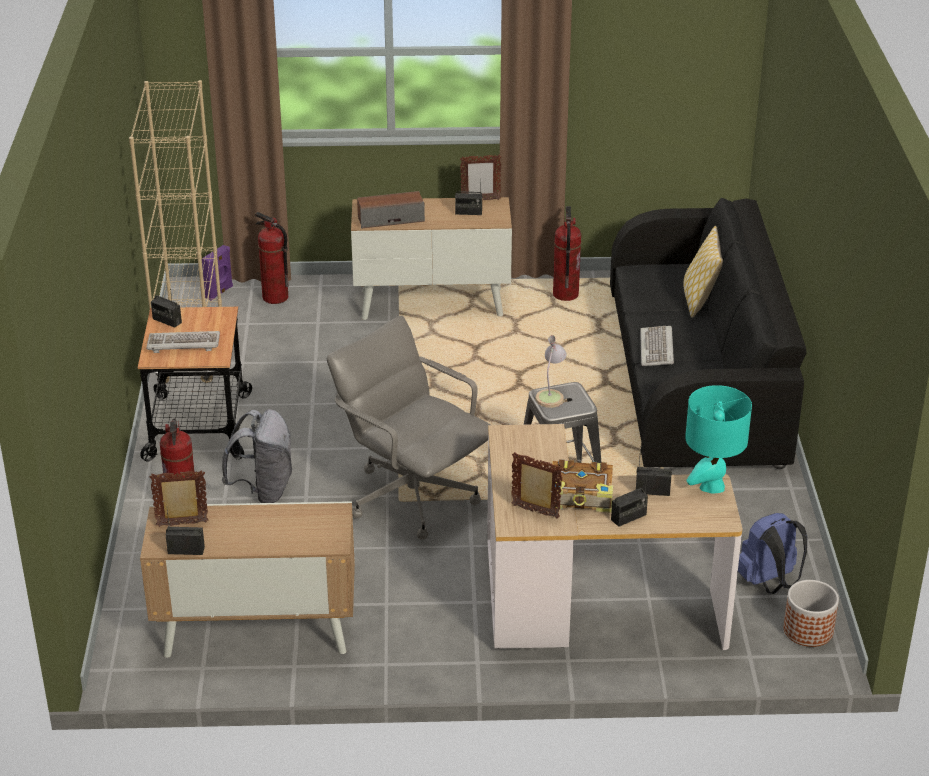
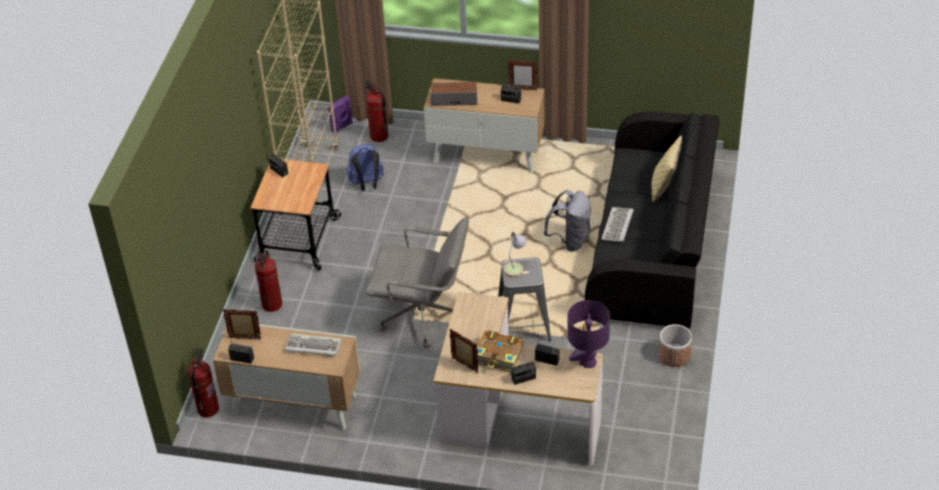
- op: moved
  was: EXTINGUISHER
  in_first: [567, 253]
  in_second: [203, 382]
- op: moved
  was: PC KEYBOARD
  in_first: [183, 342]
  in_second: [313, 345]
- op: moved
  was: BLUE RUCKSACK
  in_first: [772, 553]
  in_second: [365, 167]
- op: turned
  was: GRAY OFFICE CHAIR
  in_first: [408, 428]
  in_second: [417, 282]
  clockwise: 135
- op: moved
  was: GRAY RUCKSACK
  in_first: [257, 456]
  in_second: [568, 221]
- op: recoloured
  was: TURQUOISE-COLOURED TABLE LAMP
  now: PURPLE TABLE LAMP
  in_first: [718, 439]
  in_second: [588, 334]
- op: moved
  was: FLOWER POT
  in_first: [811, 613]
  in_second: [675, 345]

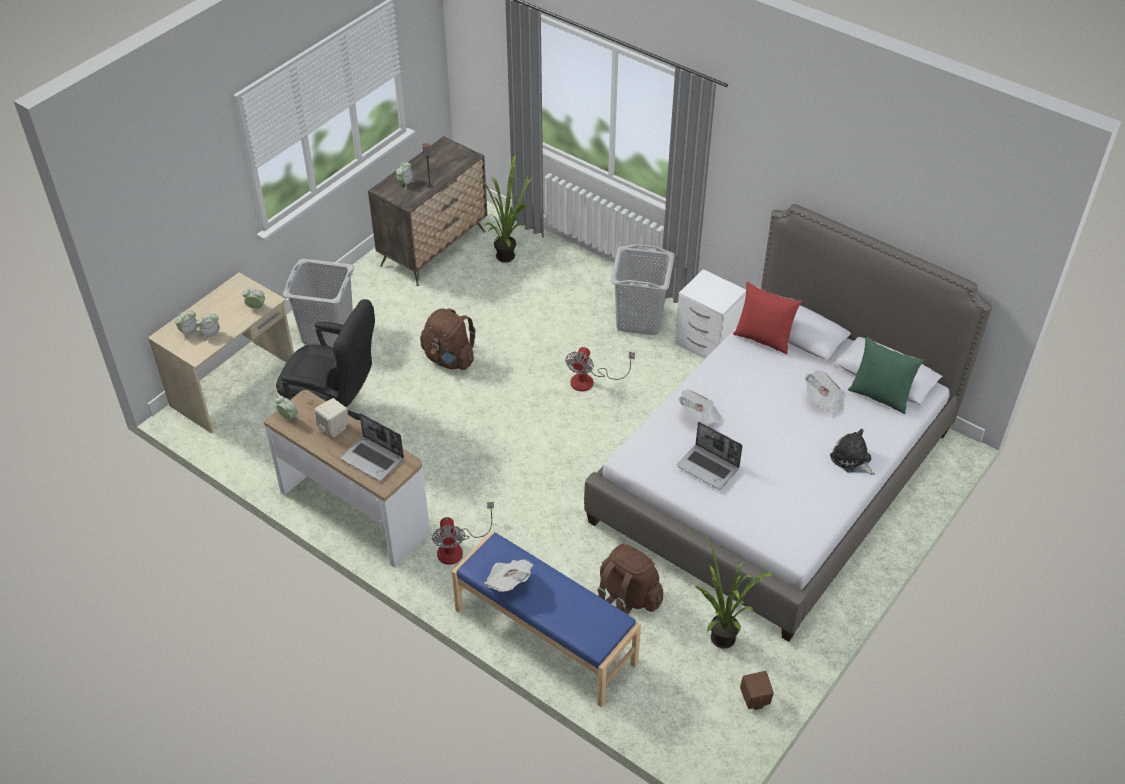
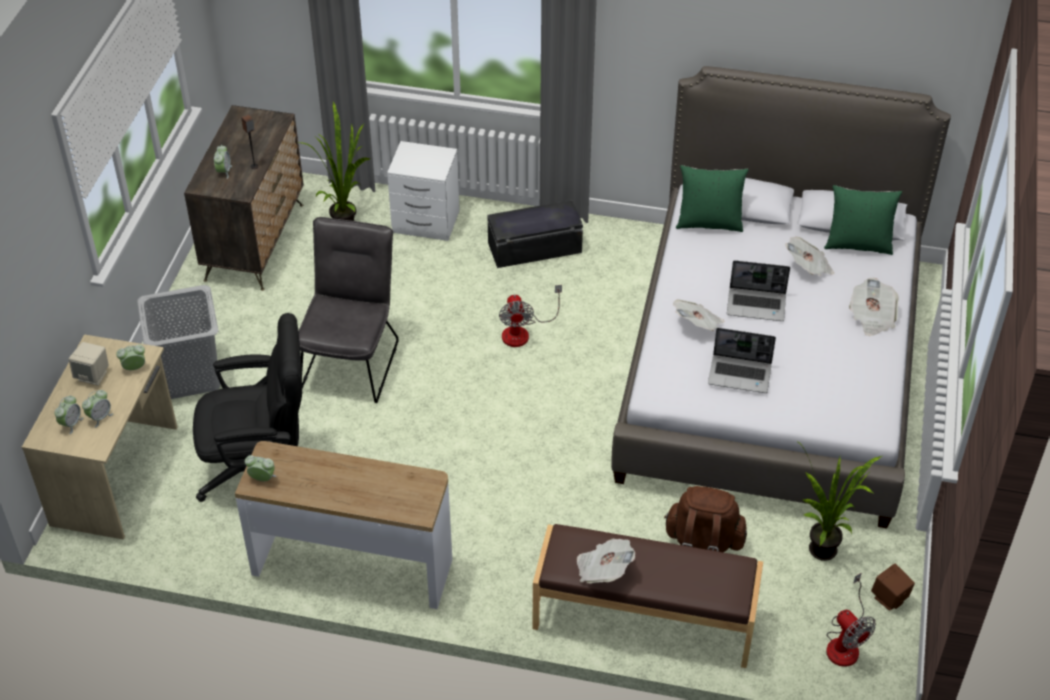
- op: moved
  was: BEIGE LOUDSPEAKER
  in_first: [331, 418]
  in_second: [89, 363]
- op: replaced
  was: BROWNISH RUCKSACK
  now: GRAY PLAIN CHAIR
  in_first: [448, 339]
  in_second: [348, 310]
- op: moved
  was: WHITE-COLOURED NIGHTSTAND
  in_first: [710, 314]
  in_second: [423, 191]
- op: replaced
  was: GRAY LAUNDRY BASKET
  now: BLACK STORAGE BIN
  in_first: [642, 289]
  in_second: [535, 234]
- op: recoloured
  was: BLUE BENCH
  now: BROWNISH BENCH
  in_first: [546, 619]
  in_second: [648, 596]
- op: recoloured
  was: RED-COLOURED CUSHION
  now: GREENISH CUSHION
  in_first: [767, 318]
  in_second: [712, 198]
- op: moved
  was: PORTABLE COMPUTER
  in_first: [372, 447]
  in_second: [758, 290]
- op: moved
  was: COOLING FAN
  in_first: [463, 533]
  in_second: [851, 620]
- op: replaced
  was: SOFT TOY
  now: PRINTED PAPER
  in_first: [852, 452]
  in_second: [874, 307]

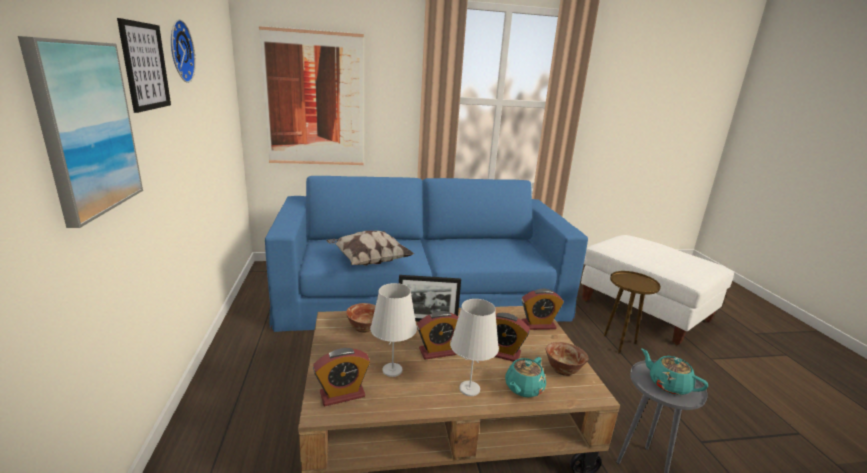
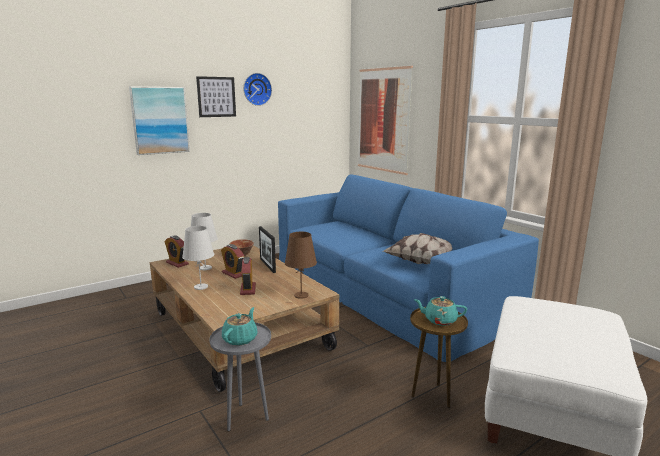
- op: replaced
  was: TABLE CLOCK
  now: BROWNISH TABLE LAMP
  in_first: [543, 309]
  in_second: [301, 265]
- op: moved
  was: CUSHION
  in_first: [370, 248]
  in_second: [417, 248]
- op: moved
  was: TURQUOISE-COLOURED POT FOR TEA
  in_first: [525, 377]
  in_second: [440, 310]
- op: removed
  was: SERVING BOWL
  in_first: [567, 359]

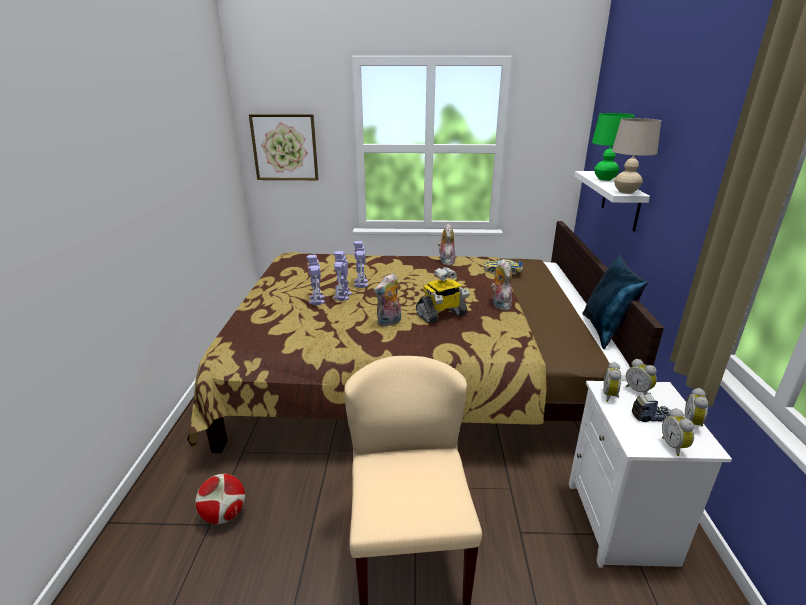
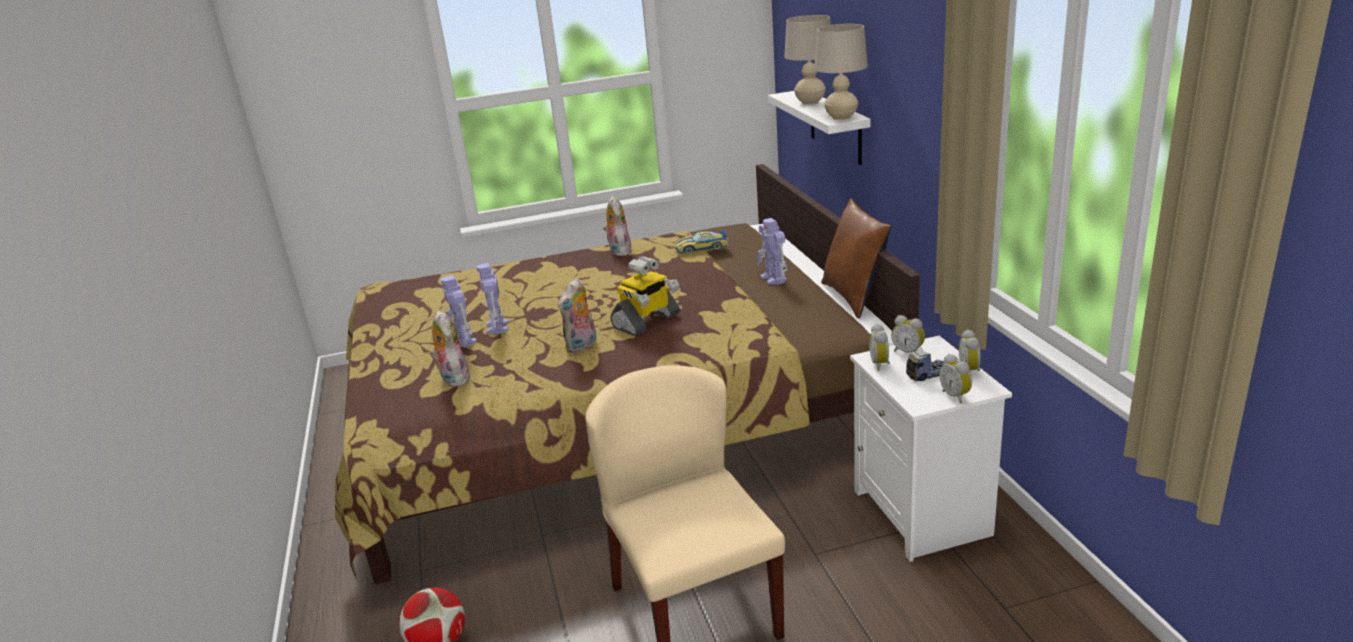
- op: moved
  was: SOFT TOY
  in_first: [501, 285]
  in_second: [451, 349]
- op: moved
  was: TOY ROBOT
  in_first: [360, 264]
  in_second: [772, 251]
- op: recoloured
  was: GREENISH TABLE LAMP
  now: BEIGE TABLE LAMP
  in_first: [613, 147]
  in_second: [807, 60]
- op: recoloured
  was: BLUE CUSHION
  now: BROWNISH CUSHION
  in_first: [615, 302]
  in_second: [856, 258]
- op: removed
  was: PICTURE
  in_first: [283, 147]

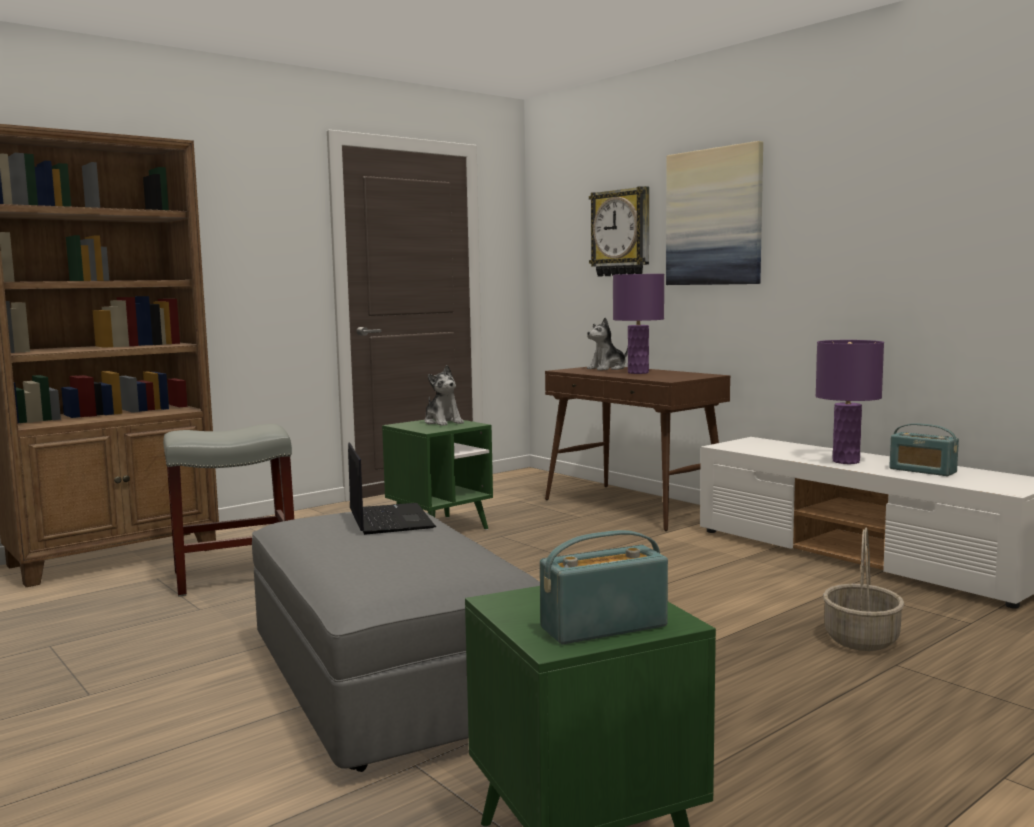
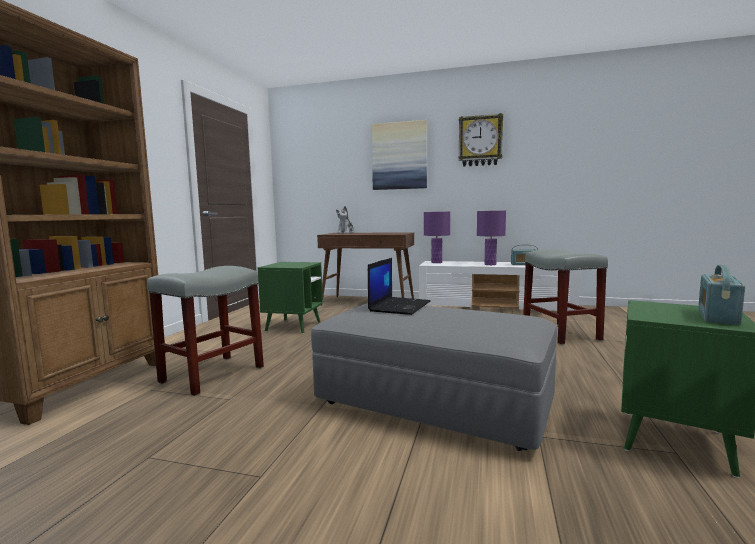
- op: turned
  was: PORTABLE COMPUTER
  in_first: [392, 488]
  in_second: [399, 286]
  clockwise: 75
- op: moved
  was: PURPLE TABLE LAMP
  in_first: [638, 324]
  in_second: [437, 237]
- op: moved
  was: CLOCK ON THE WALL
  in_first: [619, 231]
  in_second: [480, 140]
- op: replaced
  was: BASKET
  now: GRAY STOOL SEAT
  in_first: [864, 589]
  in_second: [565, 297]
- op: removed
  was: SOFT TOY
  in_first: [444, 395]

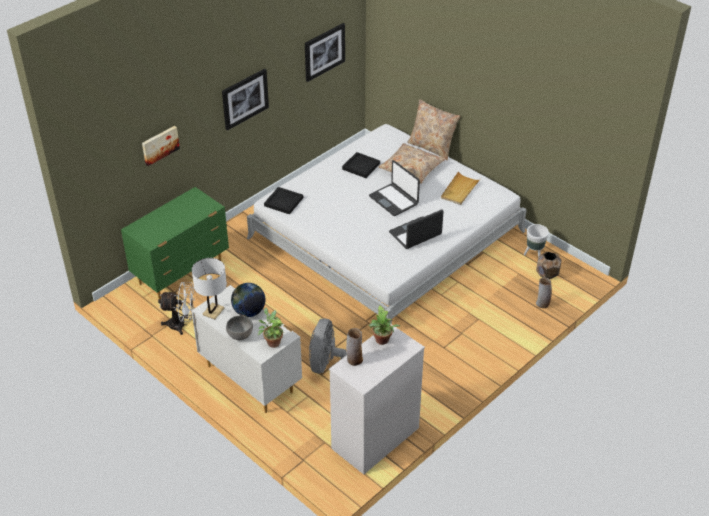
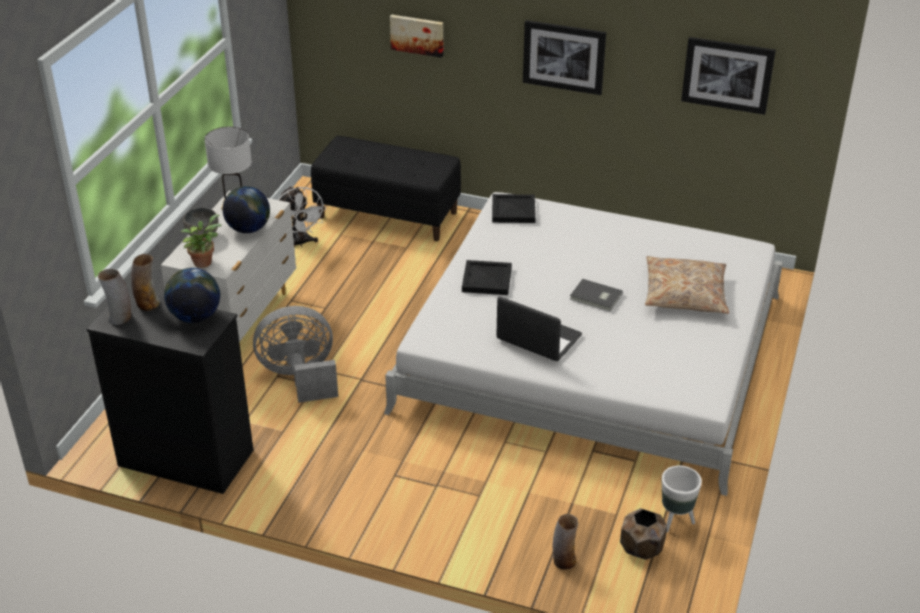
- op: recoloured
  was: WHITE-COLOURED DRESSER
  now: BLACK DRESSER
  in_first: [377, 399]
  in_second: [170, 391]
- op: added
  now: DECORATIVE VASE
  in_second: [114, 297]
- op: replaced
  was: PLANT IN A POT
  now: WORLD GLOBE
  in_first: [384, 325]
  in_second: [192, 295]
- op: replaced
  was: GREENISH DRESSER
  now: BLACK BENCH
  in_first: [175, 243]
  in_second: [386, 188]
- op: moved
  was: BLACK SERVING TRAY
  in_first: [361, 165]
  in_second: [487, 277]
- op: replaced
  was: PORTABLE COMPUTER
  now: GRAY BOUND BOOK
  in_first: [394, 188]
  in_second: [596, 295]
- op: removed
  was: BEIGE CUSHION
  in_first: [433, 129]
- op: removed
  was: BEIGE SERVING TRAY
  in_first: [460, 188]

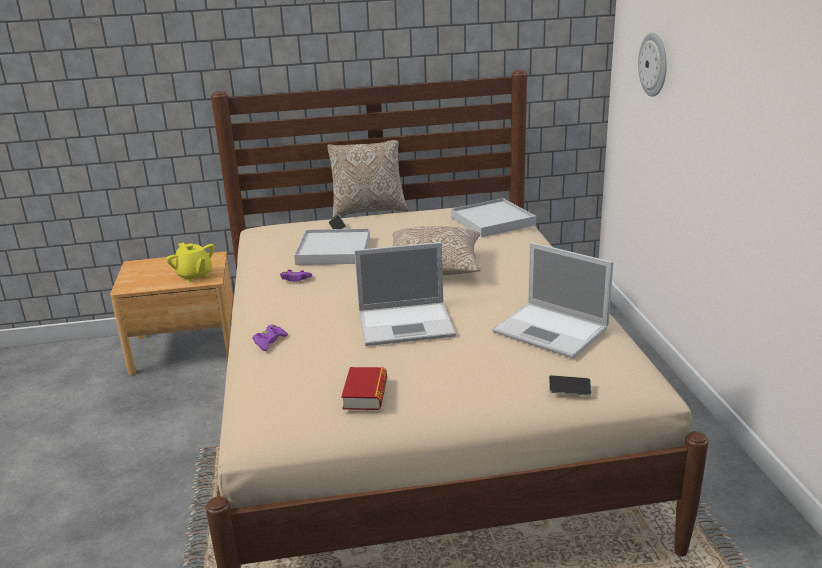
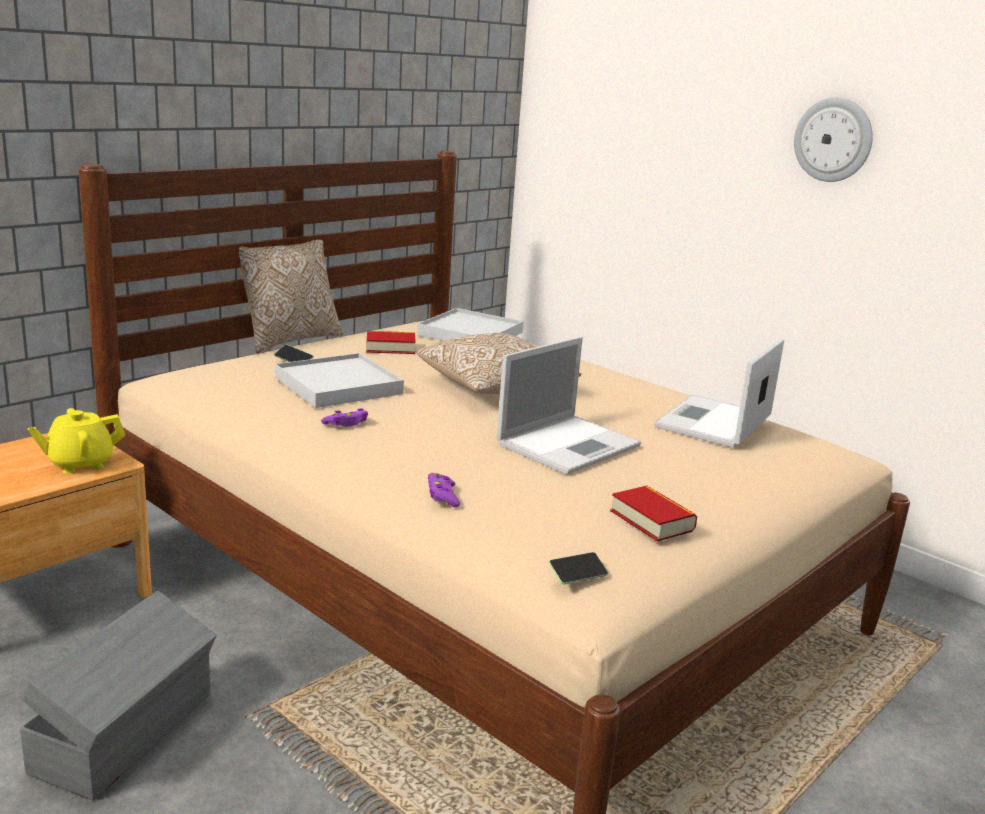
- op: added
  now: GRAY STORAGE BIN
  in_second: [118, 695]
- op: turned
  was: YELLOW POT FOR TEA
  in_first: [190, 262]
  in_second: [76, 441]
  clockwise: 135
- op: added
  now: BOUND BOOK
  in_second: [391, 342]
- op: moved
  was: HANDSET
  in_first: [570, 385]
  in_second: [578, 568]
- op: turned
  was: PORTABLE COMPUTER
  in_first: [552, 300]
  in_second: [719, 393]
  clockwise: 120
- op: moved
  was: CLOCK ON THE WALL
  in_first: [652, 64]
  in_second: [833, 139]

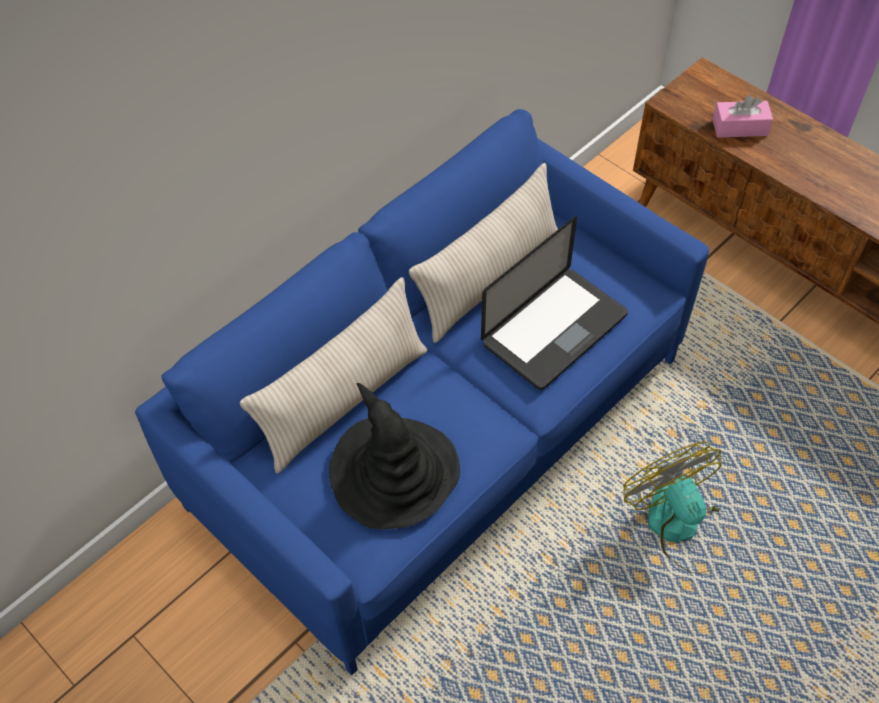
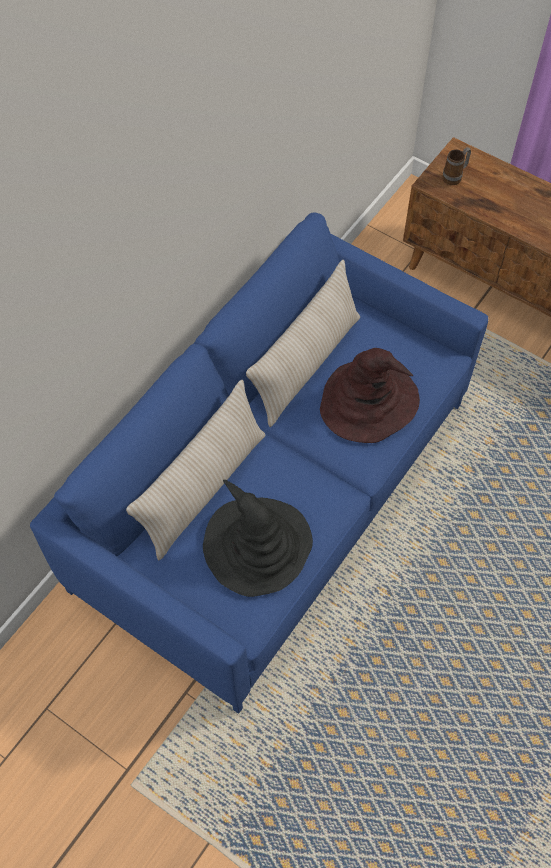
- op: replaced
  was: PORTABLE COMPUTER
  now: BROWNISH CLOTHING HAT
  in_first: [554, 303]
  in_second: [370, 395]
- op: added
  now: TEA MUG
  in_second: [456, 166]
- op: removed
  was: COOLING FAN
  in_first: [674, 507]
- op: removed
  was: PINKISH TISSUE BOX
  in_first: [742, 116]

